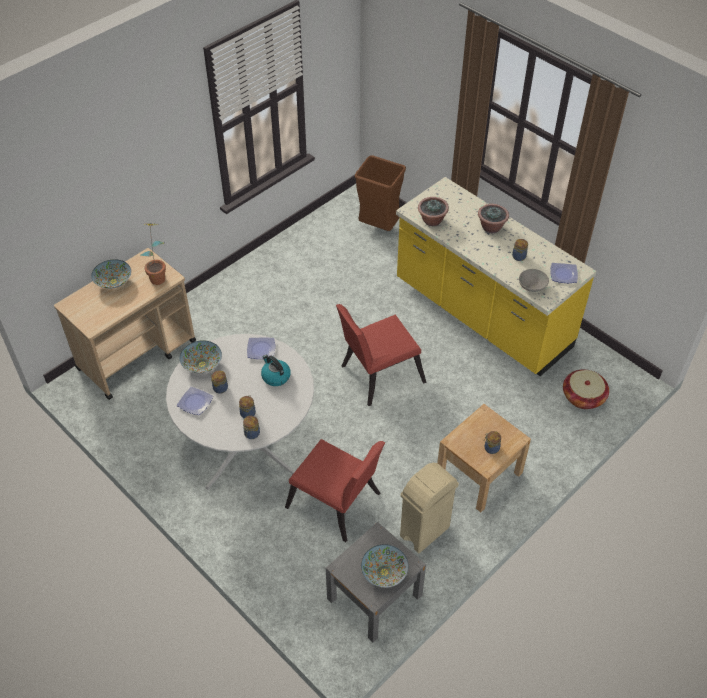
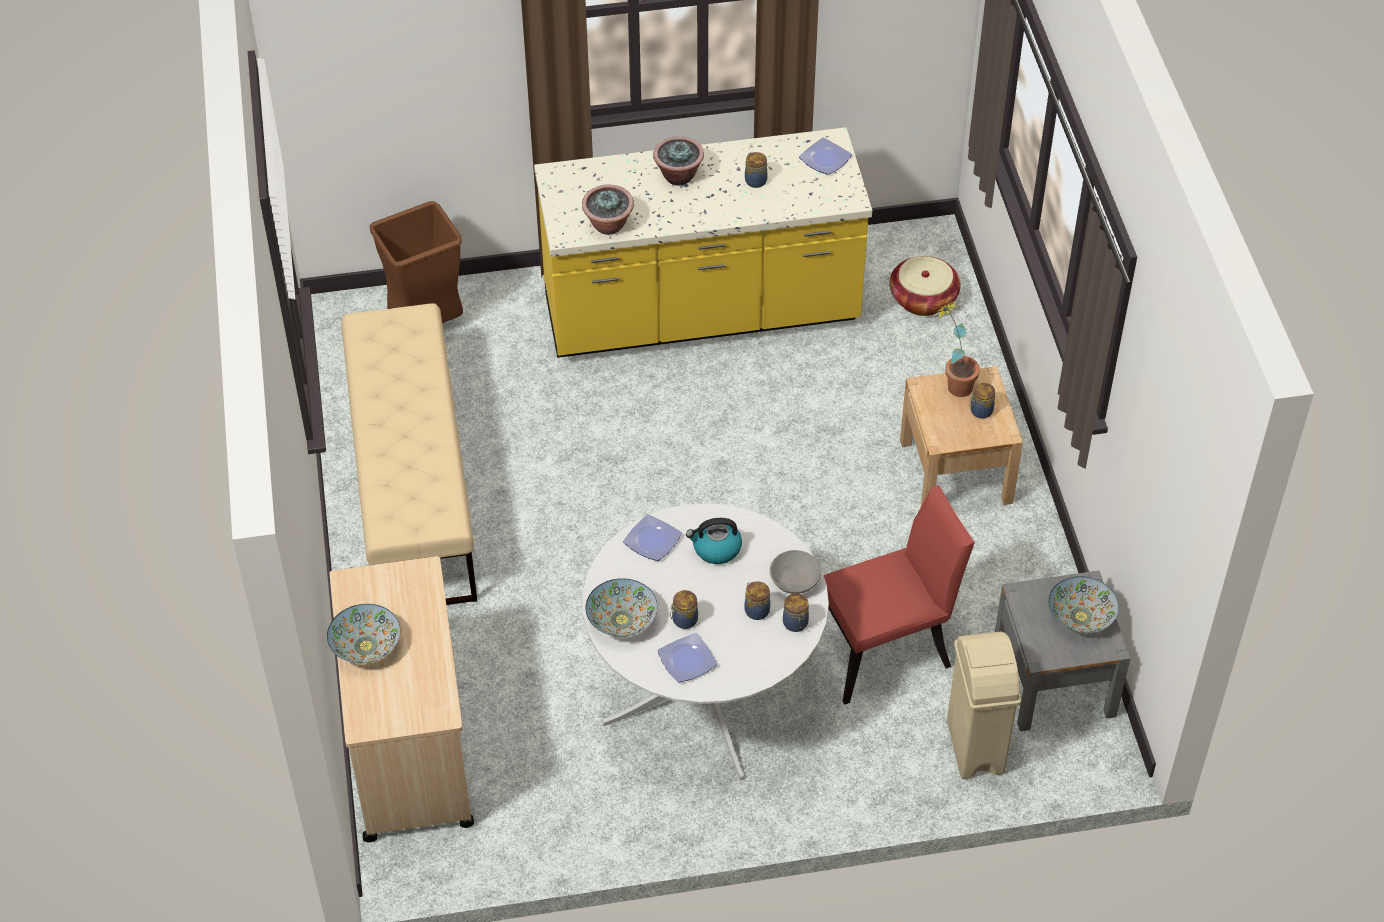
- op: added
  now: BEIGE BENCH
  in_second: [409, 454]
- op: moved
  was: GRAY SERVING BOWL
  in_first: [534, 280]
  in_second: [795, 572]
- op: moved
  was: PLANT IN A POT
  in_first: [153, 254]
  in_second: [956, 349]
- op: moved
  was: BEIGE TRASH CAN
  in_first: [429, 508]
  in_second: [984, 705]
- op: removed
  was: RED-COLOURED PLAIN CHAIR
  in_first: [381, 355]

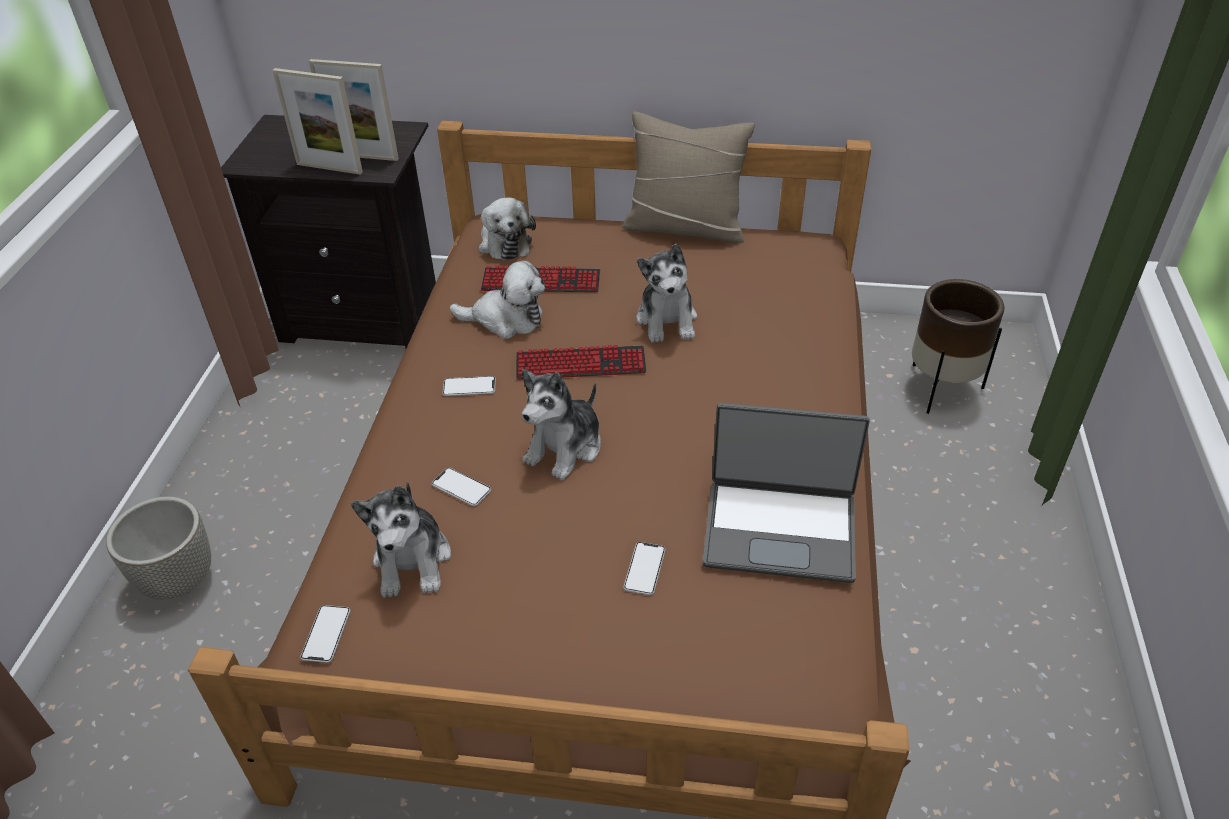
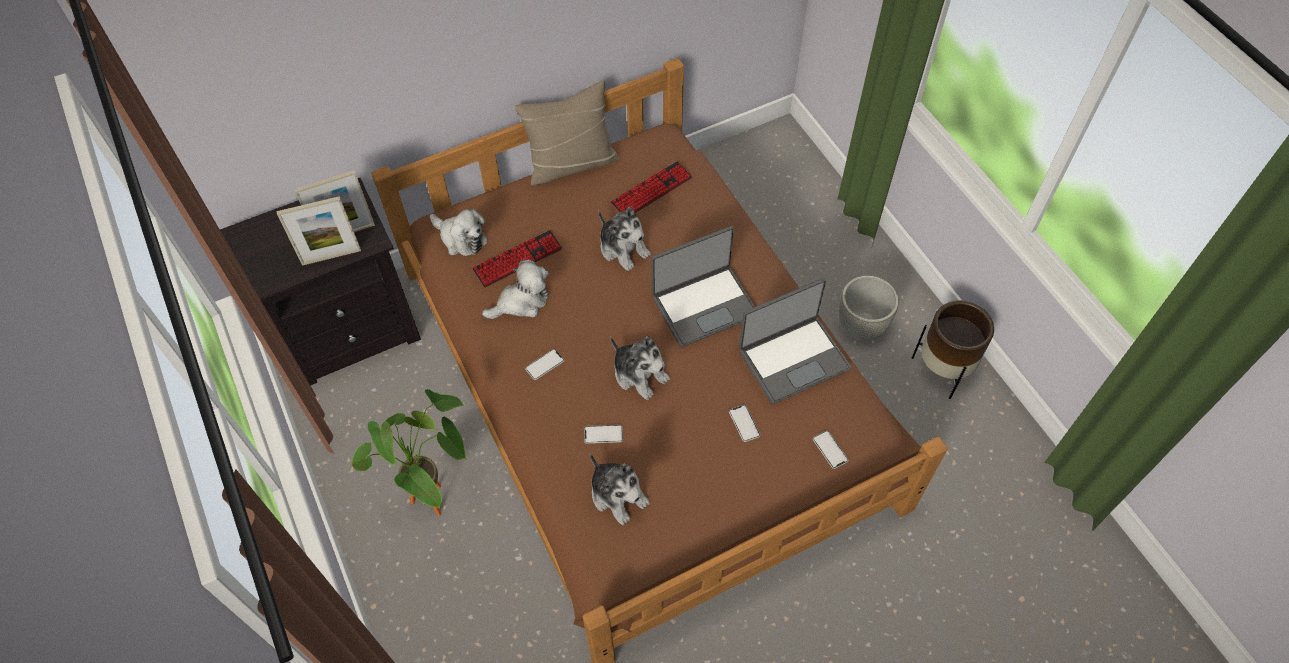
- op: added
  now: PLANT IN A POT
  in_second: [408, 452]
- op: turned
  was: SOFT TOY
  in_first: [561, 424]
  in_second: [640, 368]
  clockwise: -45
- op: moved
  was: PC KEYBOARD
  in_first: [581, 362]
  in_second: [651, 187]
- op: added
  now: PORTABLE COMPUTER
  in_second: [703, 286]
- op: moved
  was: HANDSET
  in_first: [325, 634]
  in_second: [831, 449]
- op: moved
  was: GRAY FLOWER POT
  in_first: [158, 548]
  in_second: [869, 308]
- op: moved
  was: BROWNISH FLOWER POT
  in_first: [958, 346]
  in_second: [953, 349]

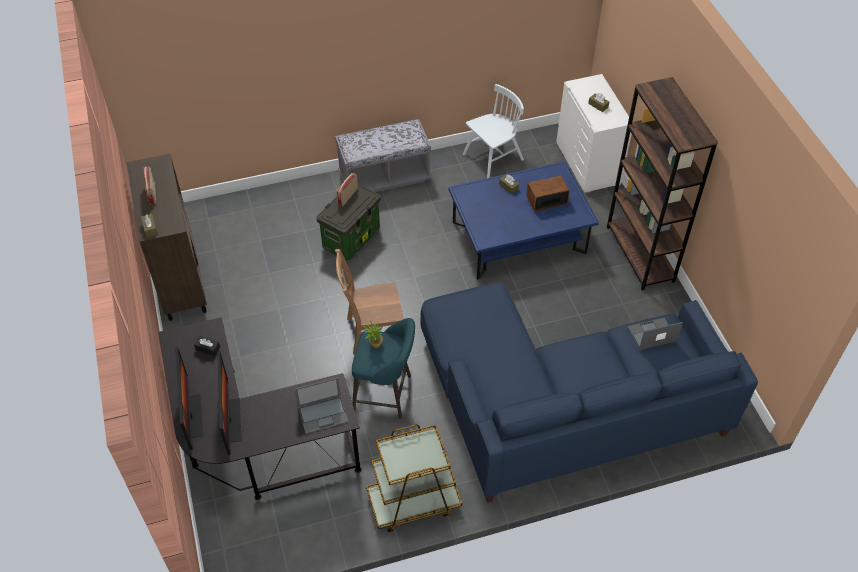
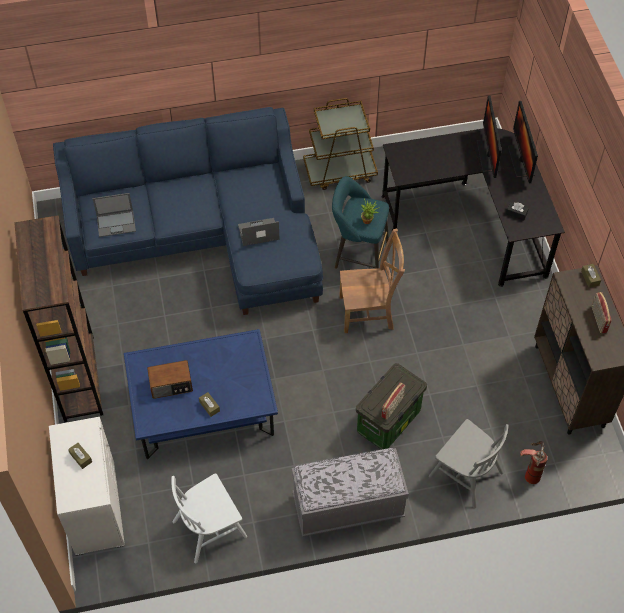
- op: moved
  was: PORTABLE COMPUTER
  in_first: [322, 405]
  in_second: [259, 232]
- op: added
  now: GRAY PLAIN CHAIR
  in_second: [469, 463]
- op: added
  now: EXTINGUISHER
  in_second: [533, 462]

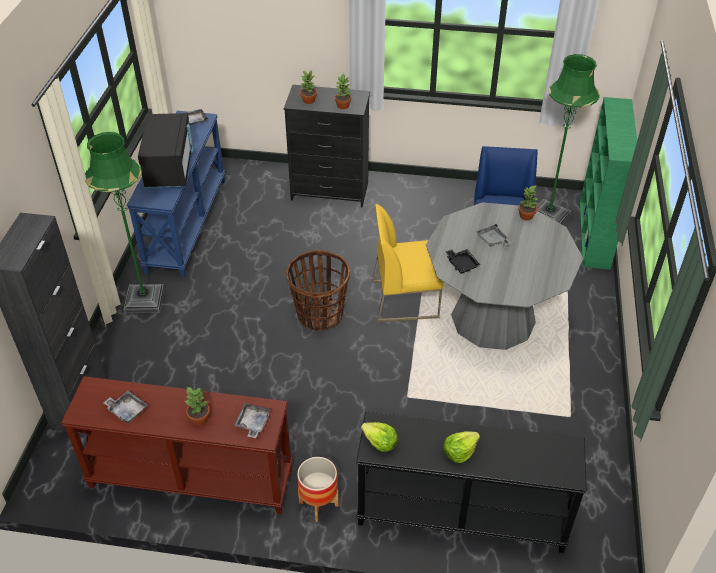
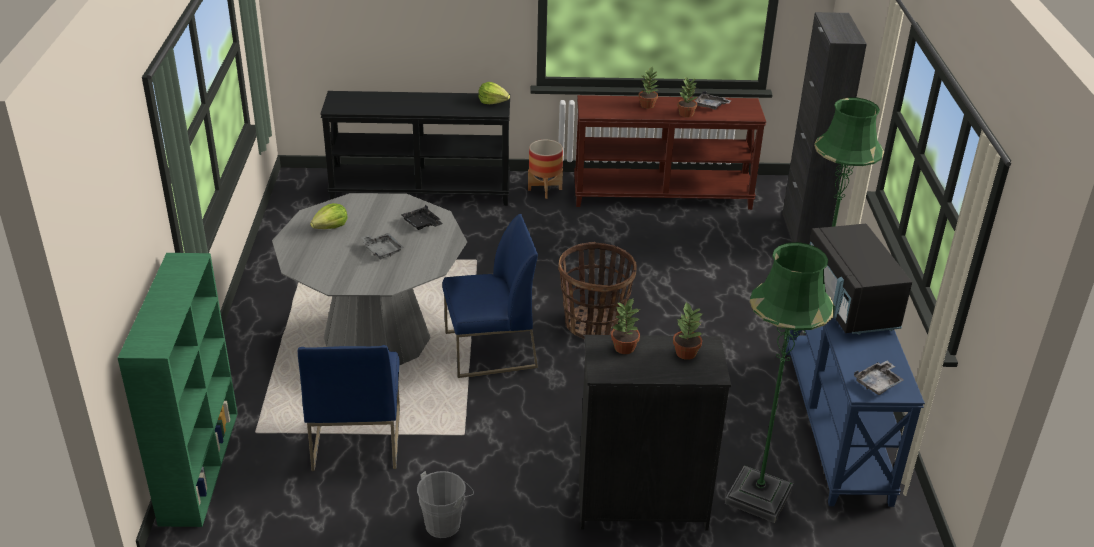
- op: moved
  was: HEAD OF LETTUCE
  in_first: [461, 447]
  in_second: [329, 216]
- op: added
  now: GRAY BUCKET
  in_second: [445, 504]
- op: recoloured
  was: YELLOW PLAIN CHAIR
  now: BLUE PLAIN CHAIR
  in_first: [408, 263]
  in_second: [490, 296]
- op: moved
  was: PLANT IN A POT
  in_first: [528, 203]
  in_second: [687, 97]
- op: moved
  was: GREENISH STANDARD LAMP
  in_first: [568, 139]
  in_second: [780, 382]
- op: removed
  was: GRAY SERVING TRAY
  in_first: [252, 420]

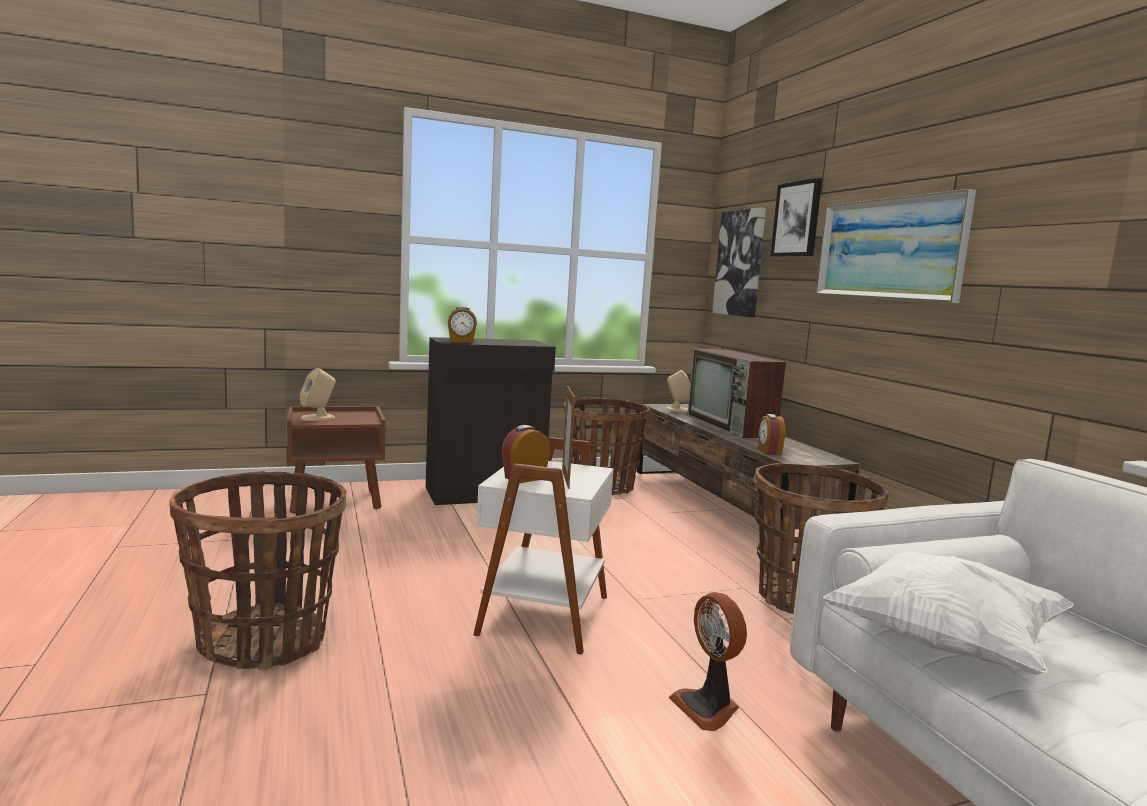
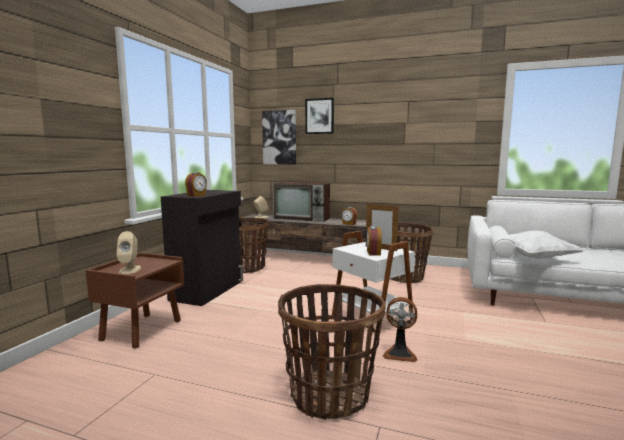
- op: moved
  was: COOLING FAN
  in_first: [708, 661]
  in_second: [400, 329]
- op: removed
  was: PICTURE
  in_first: [896, 246]

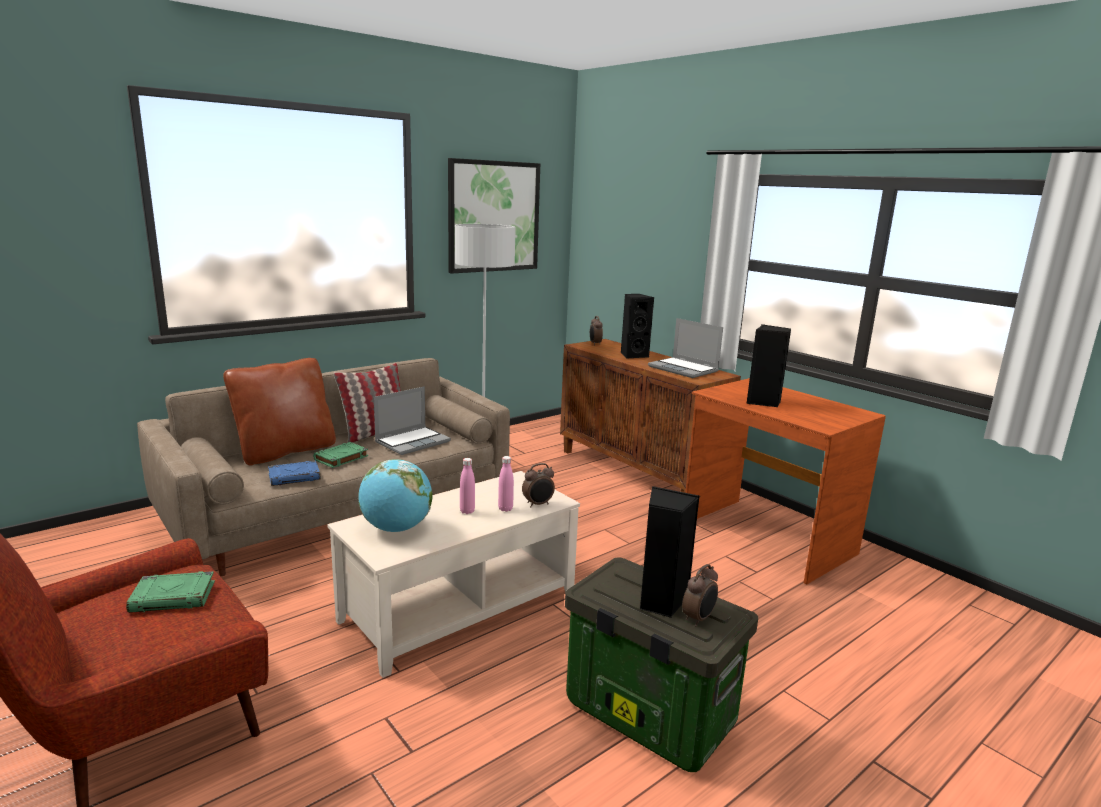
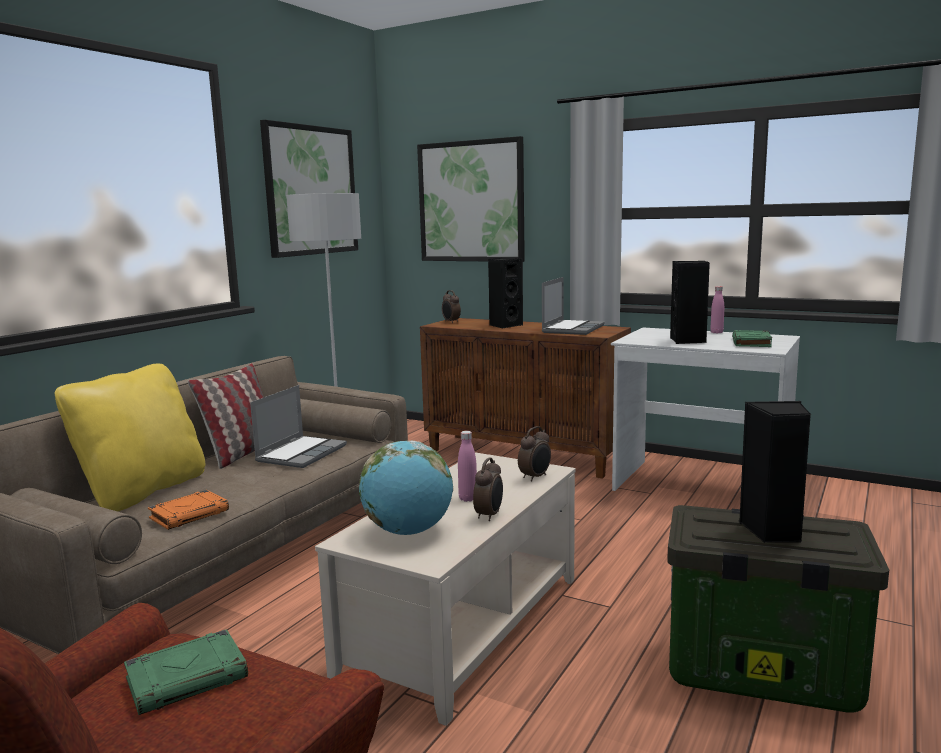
- op: recoloured
  was: BROWNISH CUSHION
  now: YELLOW CUSHION
  in_first: [279, 412]
  in_second: [130, 438]
- op: recoloured
  was: BLUE BOUND BOOK
  now: ORANGE BOUND BOOK
  in_first: [294, 473]
  in_second: [188, 510]
- op: added
  now: PICTURE
  in_second: [471, 199]
- op: moved
  was: TABLE CLOCK
  in_first: [700, 595]
  in_second: [488, 489]
- op: turned
  was: PORTABLE COMPUTER
  in_first: [685, 348]
  in_second: [573, 306]
  clockwise: -90
- op: recoloured
  was: BROWNISH DESK
  now: WHITE-COLOURED DESK
  in_first: [785, 481]
  in_second: [705, 409]
- op: moved
  was: PINKISH BOTTLE
  in_first: [506, 484]
  in_second: [717, 309]
- op: moved
  was: GREENISH BOUND BOOK
  in_first: [340, 455]
  in_second: [752, 338]

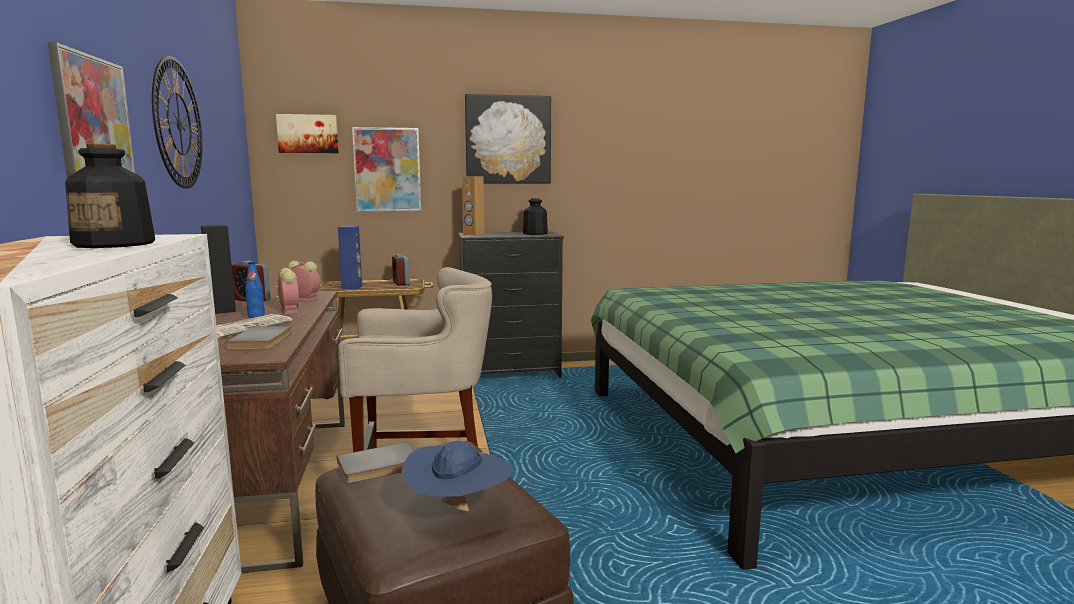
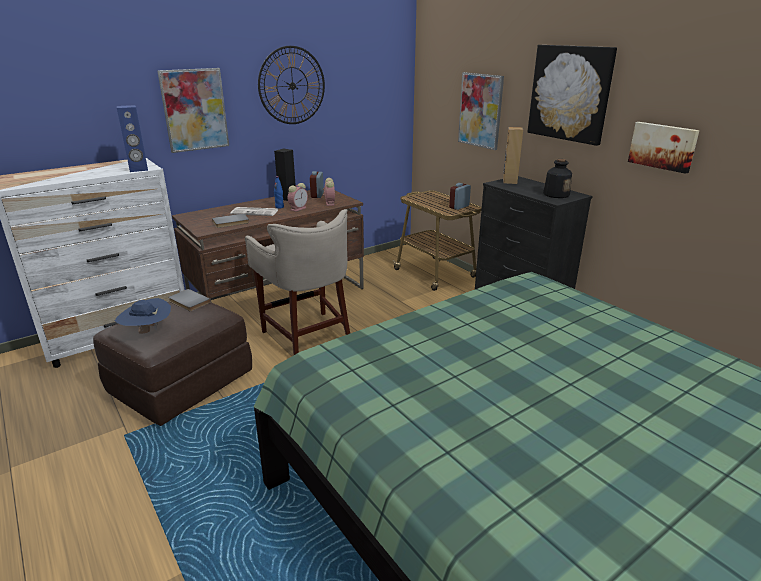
- op: moved
  was: BLUE LOUDSPEAKER
  in_first: [350, 257]
  in_second: [132, 138]
- op: moved
  was: PICTURE
  in_first: [307, 133]
  in_second: [664, 148]
- op: removed
  was: BOTTLE
  in_first: [110, 196]

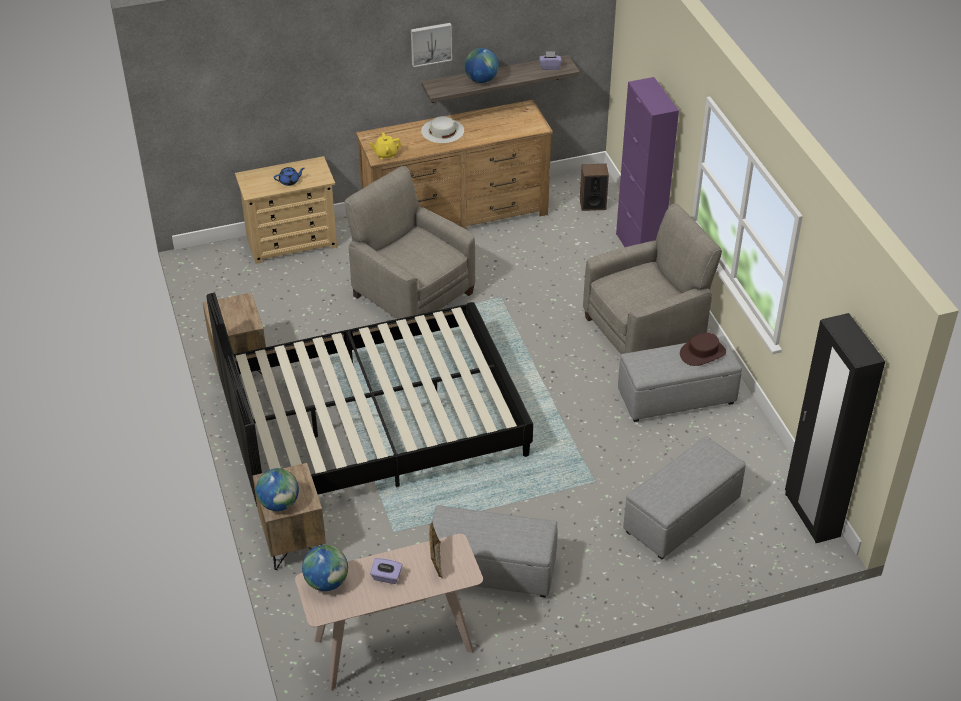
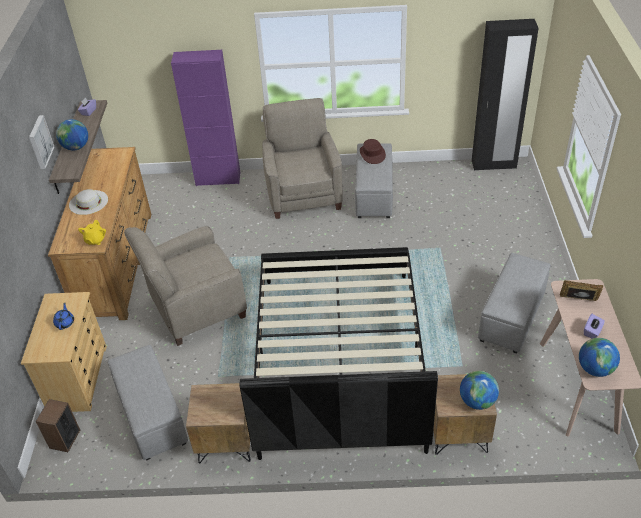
- op: moved
  was: LOUDSPEAKER
  in_first: [594, 187]
  in_second: [58, 425]
- op: moved
  was: GRAY POUFFE
  in_first: [684, 498]
  in_second: [148, 403]

